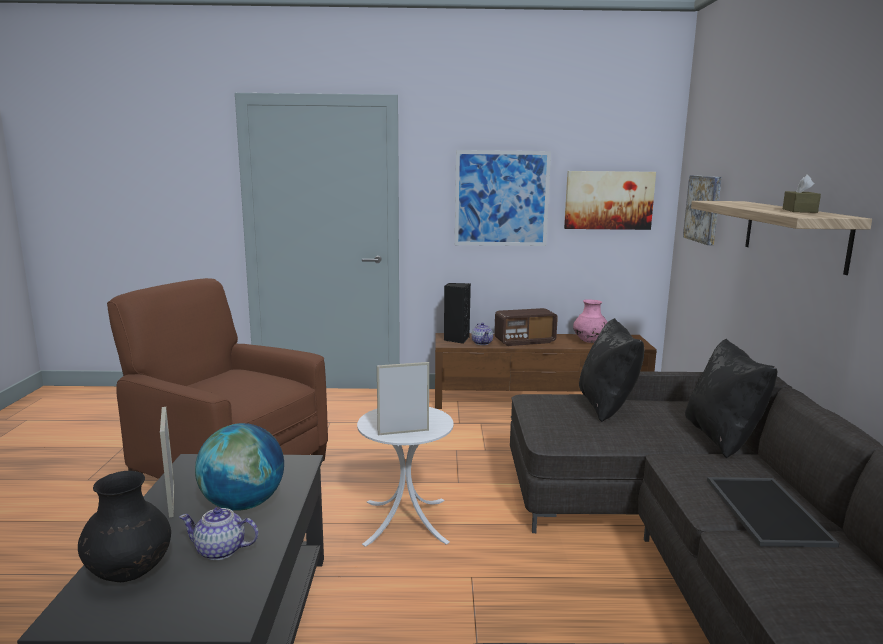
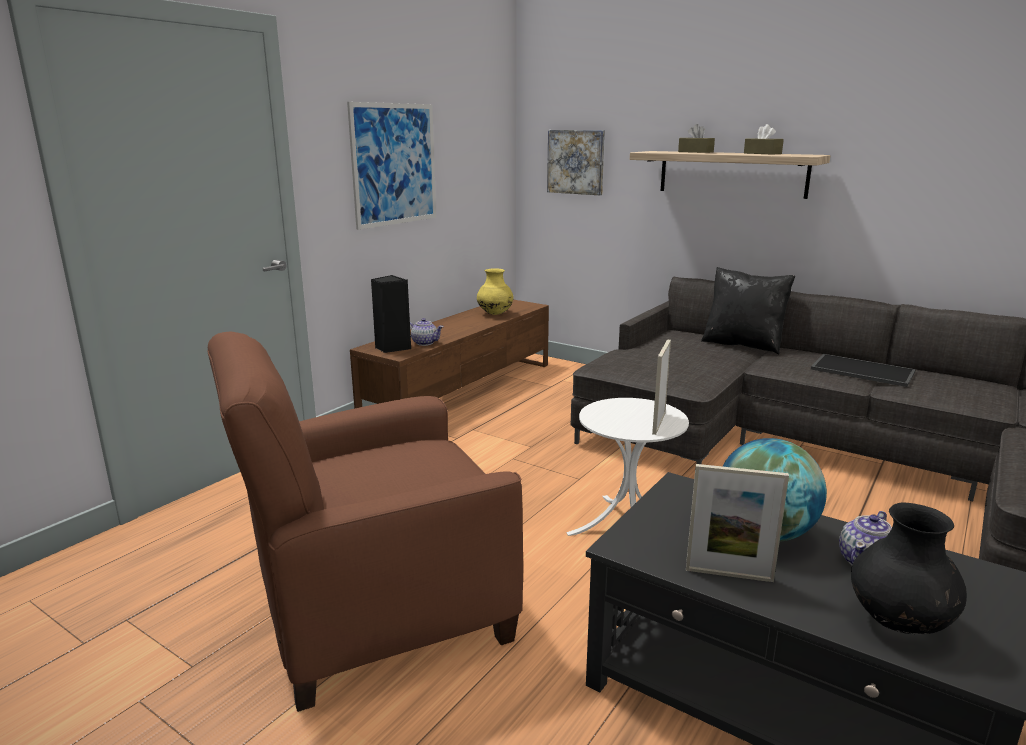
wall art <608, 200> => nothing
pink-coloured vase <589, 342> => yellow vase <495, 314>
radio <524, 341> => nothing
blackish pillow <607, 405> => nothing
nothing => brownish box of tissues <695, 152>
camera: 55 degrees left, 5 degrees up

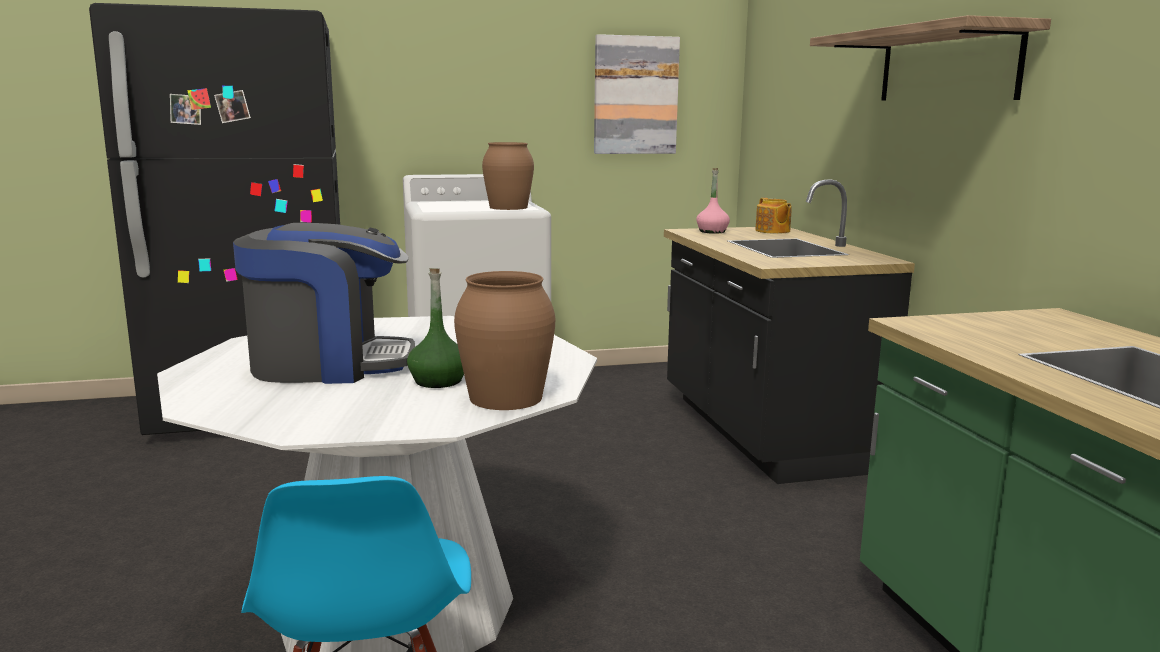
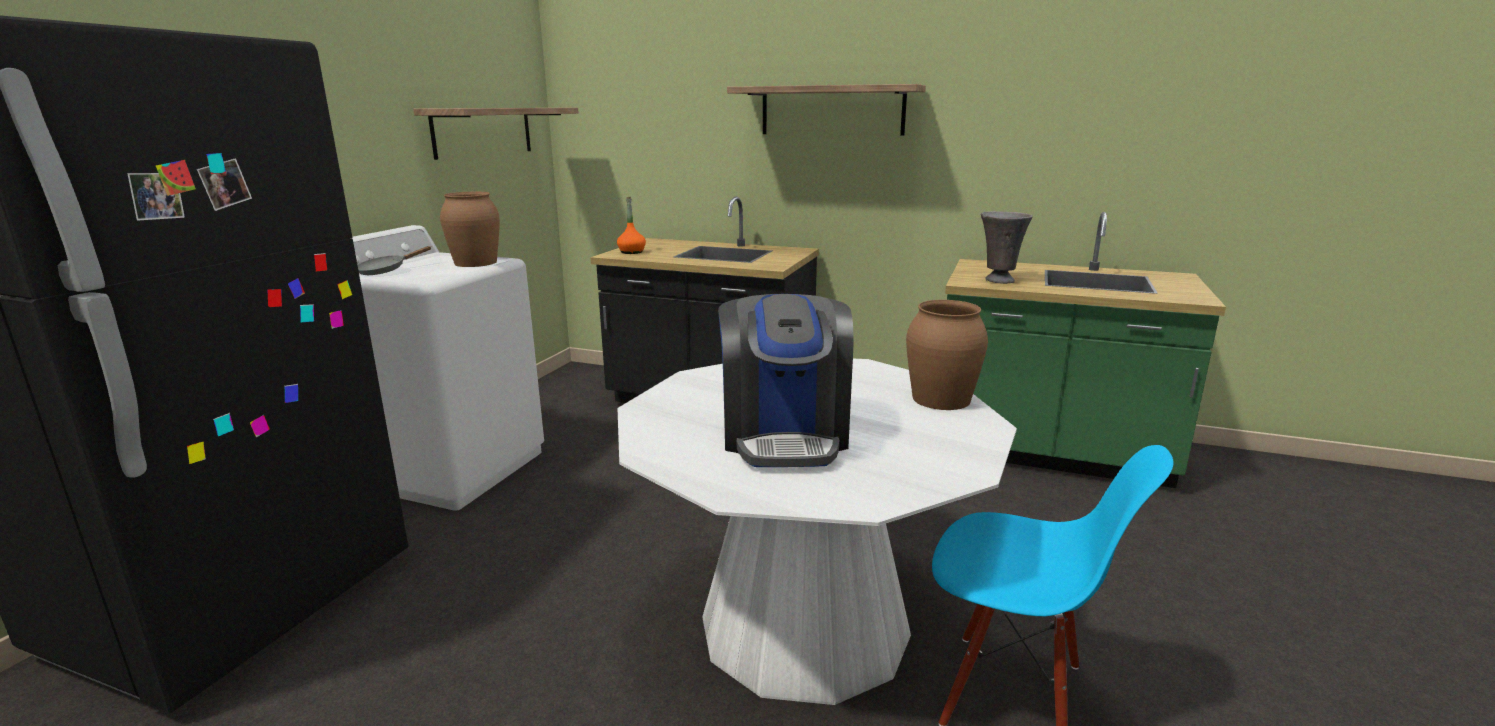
wall art <635, 95> => bracket shelf <483, 131>
pink-coloured drink bottle <712, 231> => orange drink bottle <631, 252>
pot for tea <772, 231> => nothing
coffee maker <329, 364> => coffee maker <785, 435>, 150 degrees clockwise
green-coloured drink bottle <438, 381> => nothing
nothing => gray vase <998, 280>
nothing => gray pan <386, 271>
camera: 55 degrees left, 5 degrees up

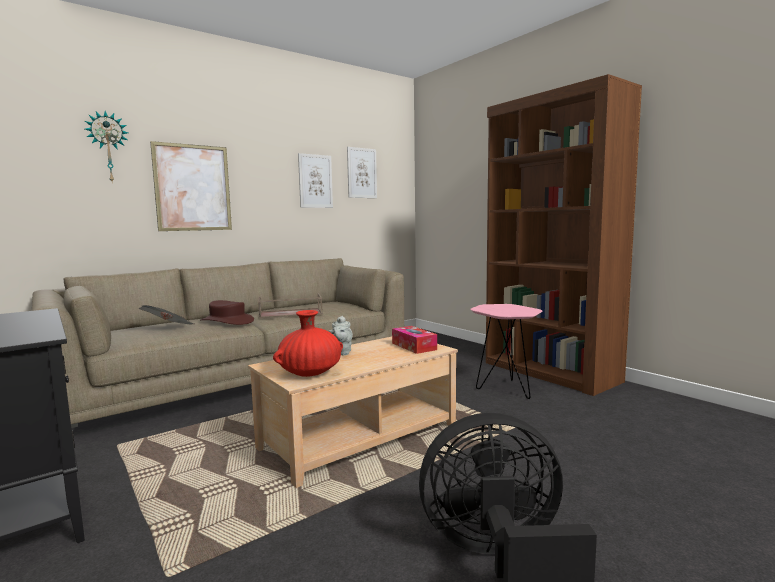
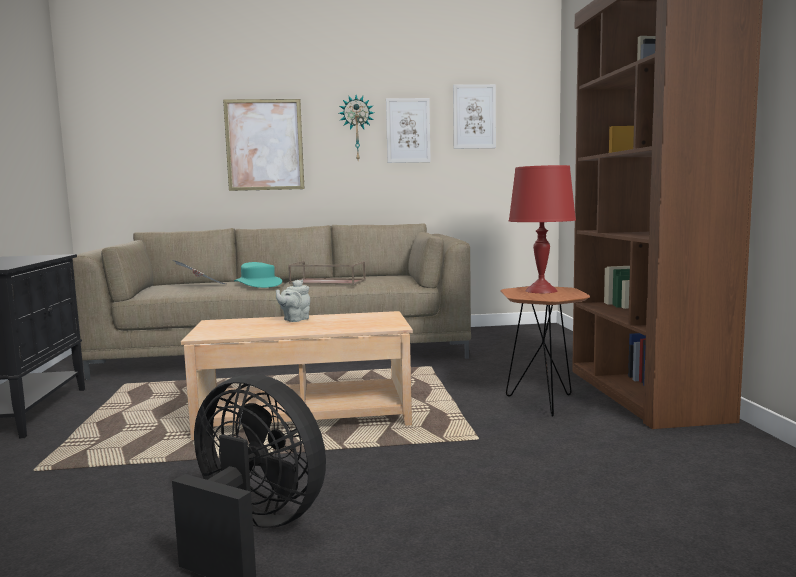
hanging clock <108, 147> => hanging clock <356, 128>, moved
brownish wearable hat <227, 321> => turquoise wearable hat <258, 284>
pink-coloured accent table <504, 388> => brownish accent table <542, 401>
reddish vase <310, 373> => nothing
box of tissues <414, 346> => nothing
nothing => reddish table lamp <541, 290>
camera: 30 degrees right, 0 degrees up

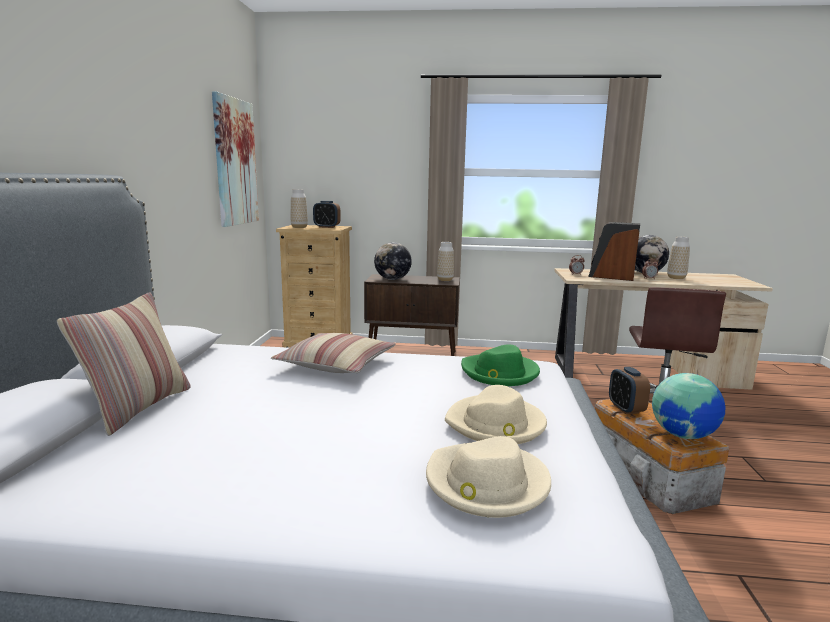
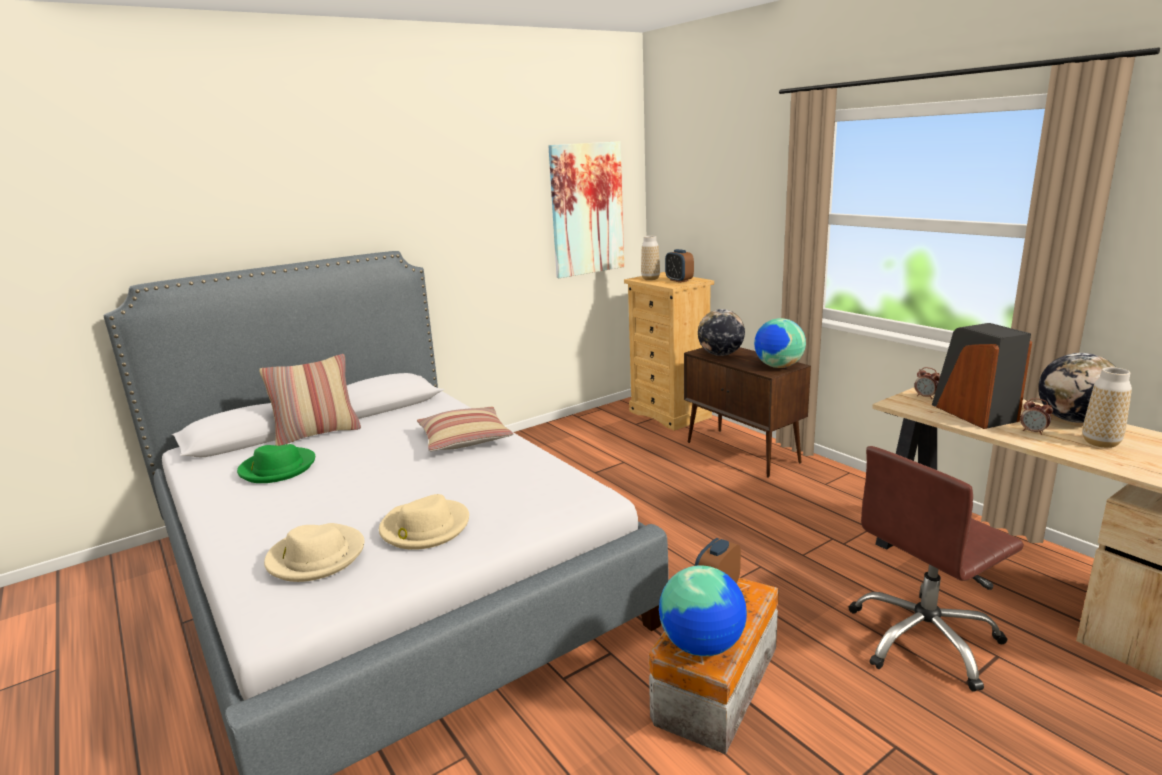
vase <445, 280> => desk globe <778, 366>
green-coloured wearable hat <499, 373> => green-coloured wearable hat <277, 468>, moved
camera: 50 degrees right, 5 degrees up

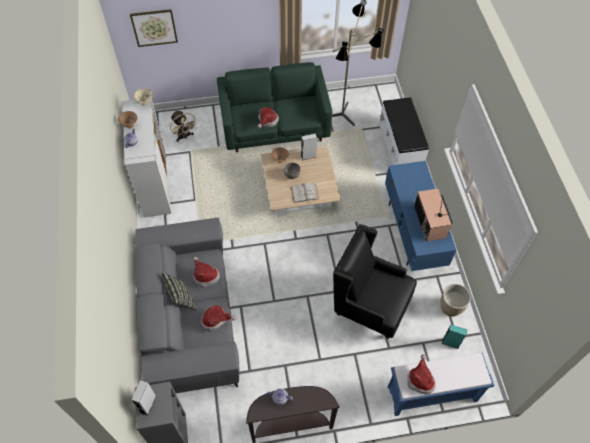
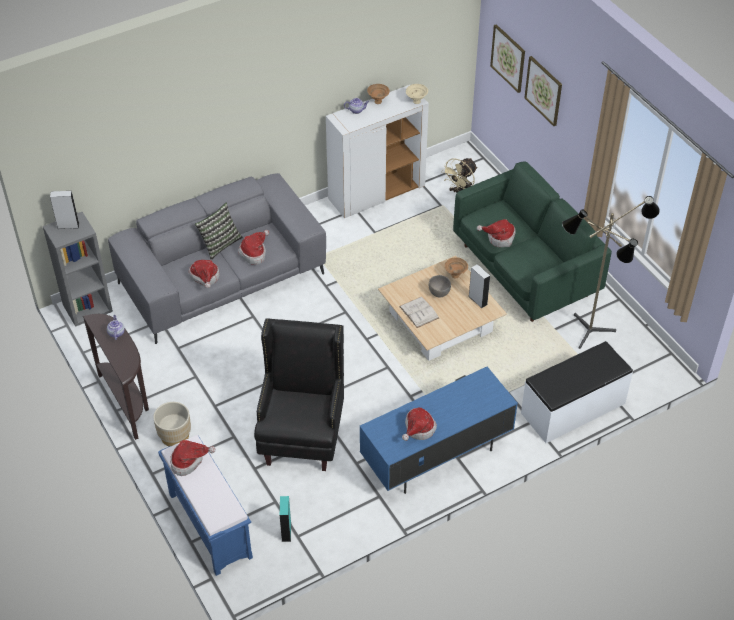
television <430, 222> => wearable hat <418, 429>
beige-coloured flower pot <451, 306> => beige-coloured flower pot <174, 436>, moved
nothing => wall art <544, 90>
camera: 70 degrees right, 10 degrees down

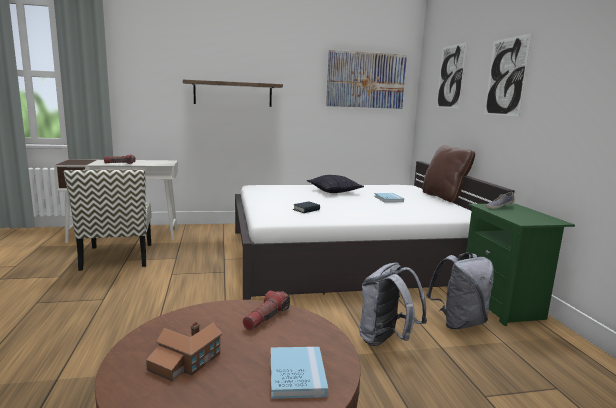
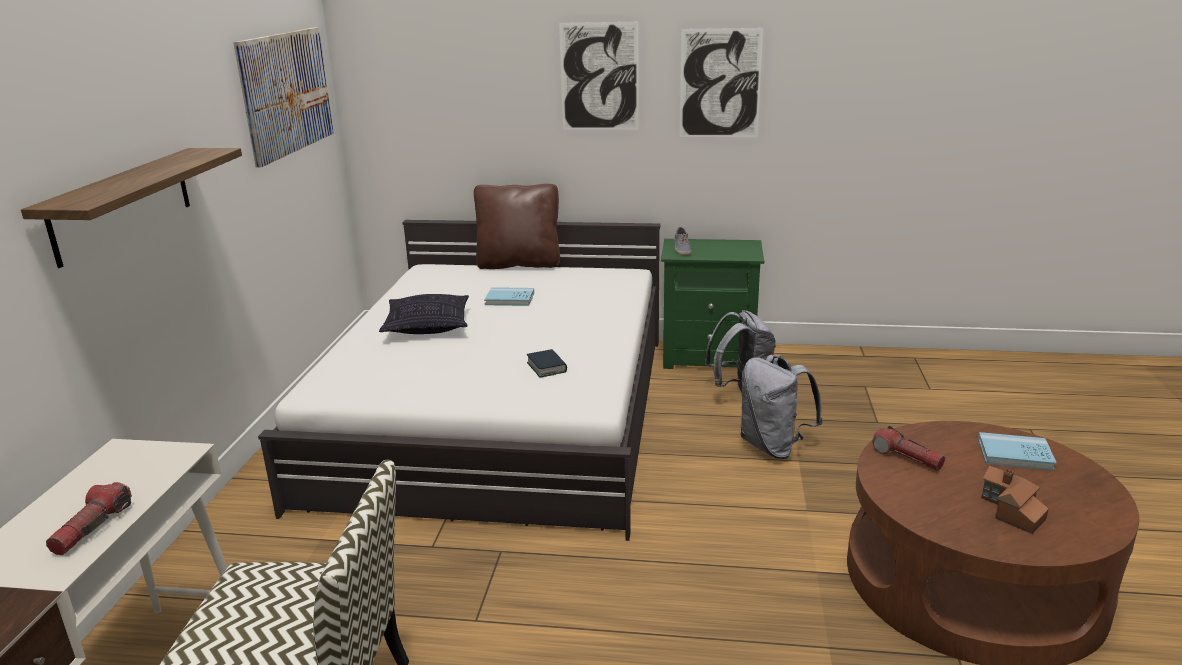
wall art <450, 76> => wall art <720, 84>, moved
camera: 70 degrees left, 10 degrees up

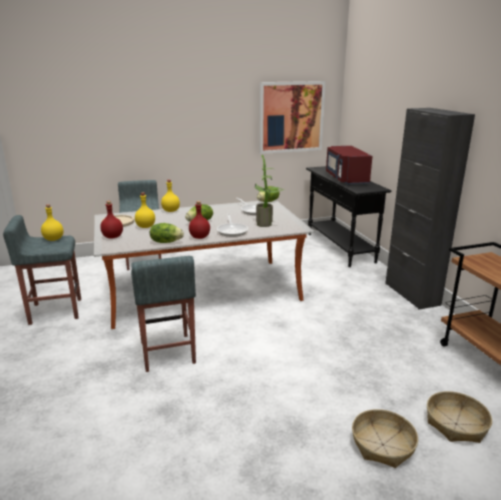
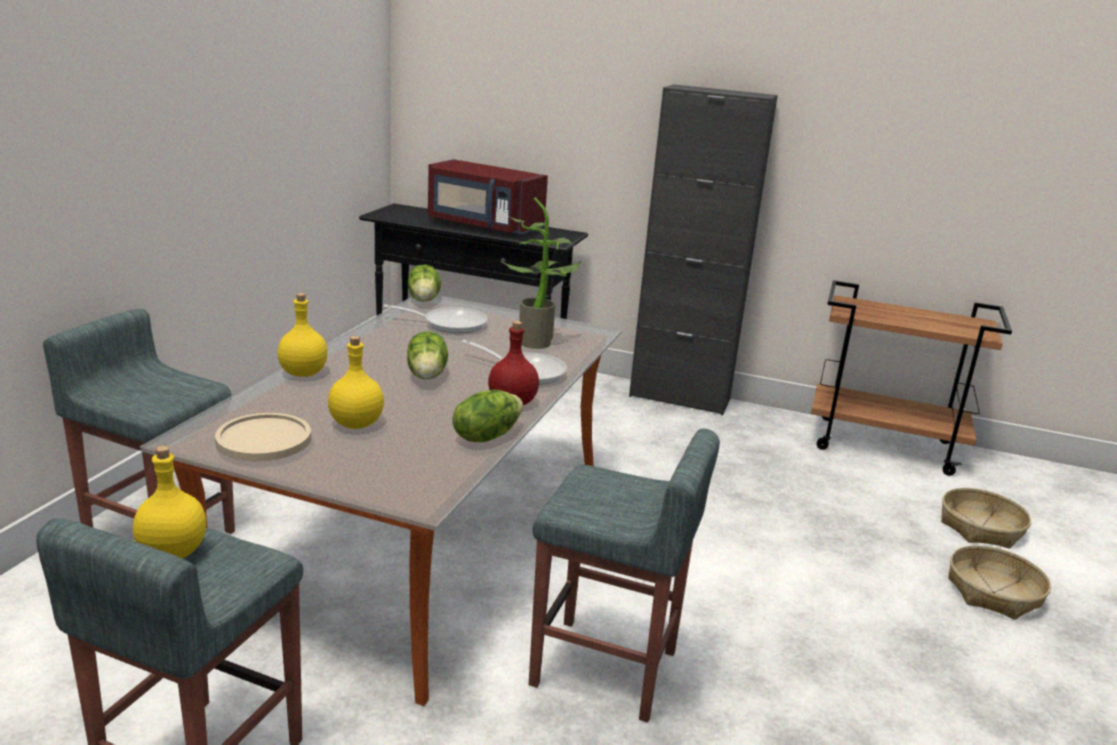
wall art <291, 117> => nothing
reddish drink bottle <113, 237> => nothing
camera: 55 degrees left, 0 degrees up

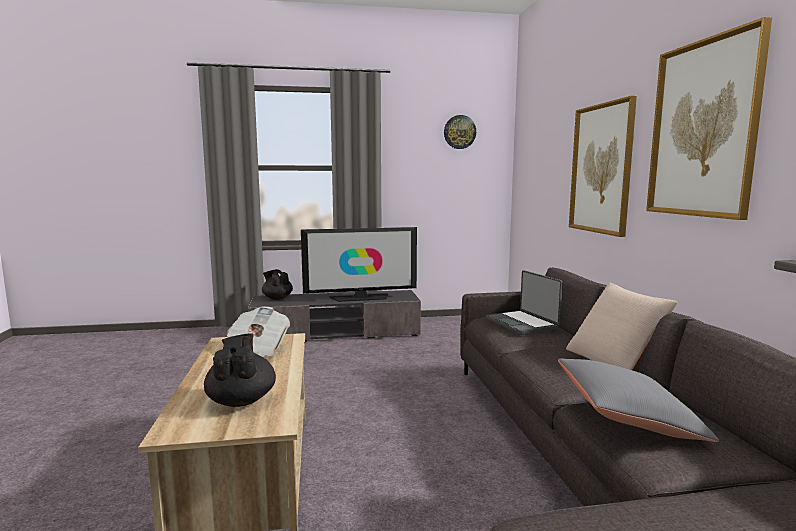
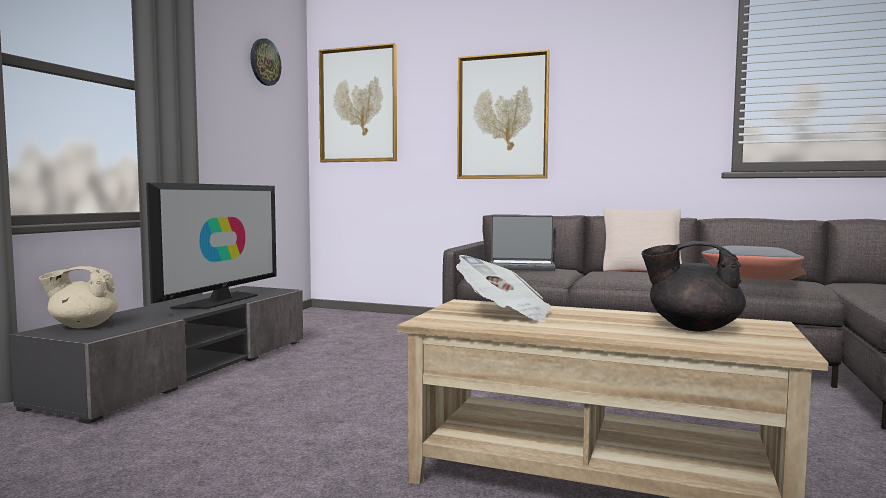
wall art <703, 129> => wall art <358, 105>, moved
blackish pot for tea <277, 298> => beige-coloured pot for tea <83, 326>
camera: 60 degrees left, 5 degrees down

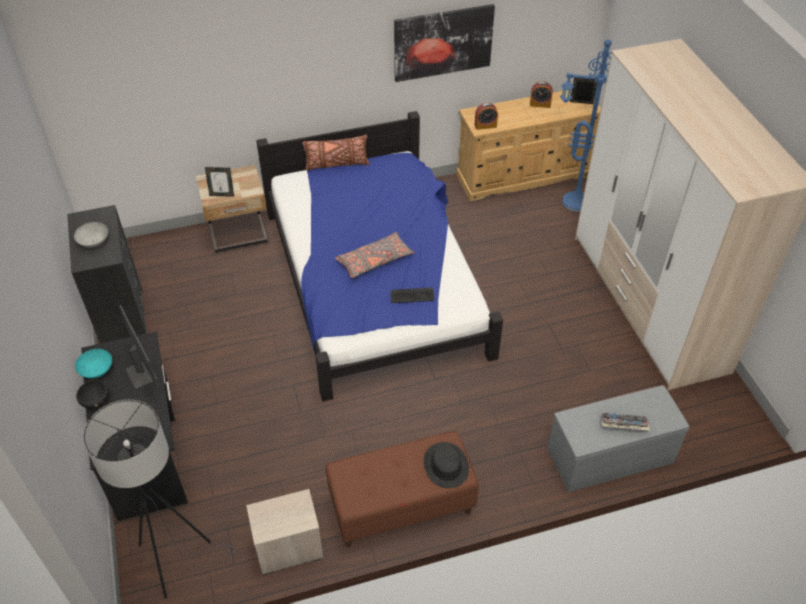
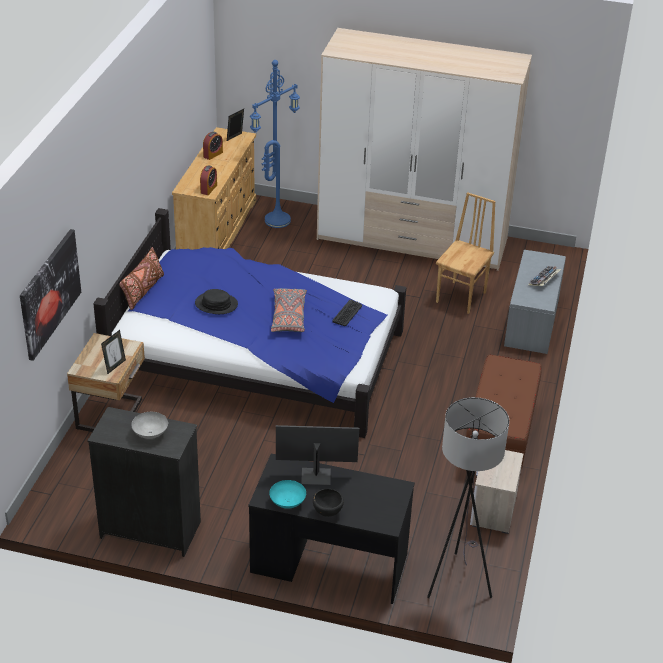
wall art <443, 42> => wall art <49, 293>, moved
blackish wearable hat <445, 465> => blackish wearable hat <216, 304>, moved
nothing => brownish plain chair <462, 297>
camera: 60 degrees left, 10 degrees down

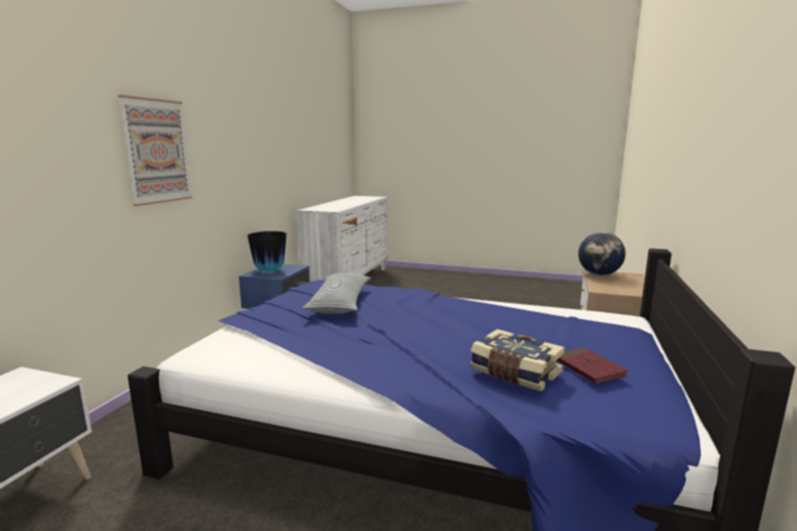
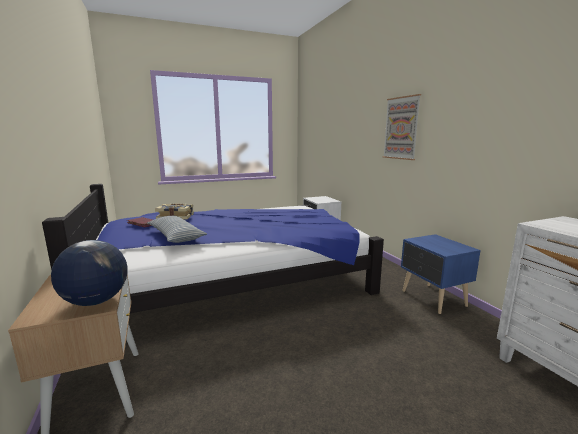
vase <269, 271> => nothing
pillow <340, 303> => pillow <176, 236>, moved
camera: 140 degrees right, 0 degrees up

